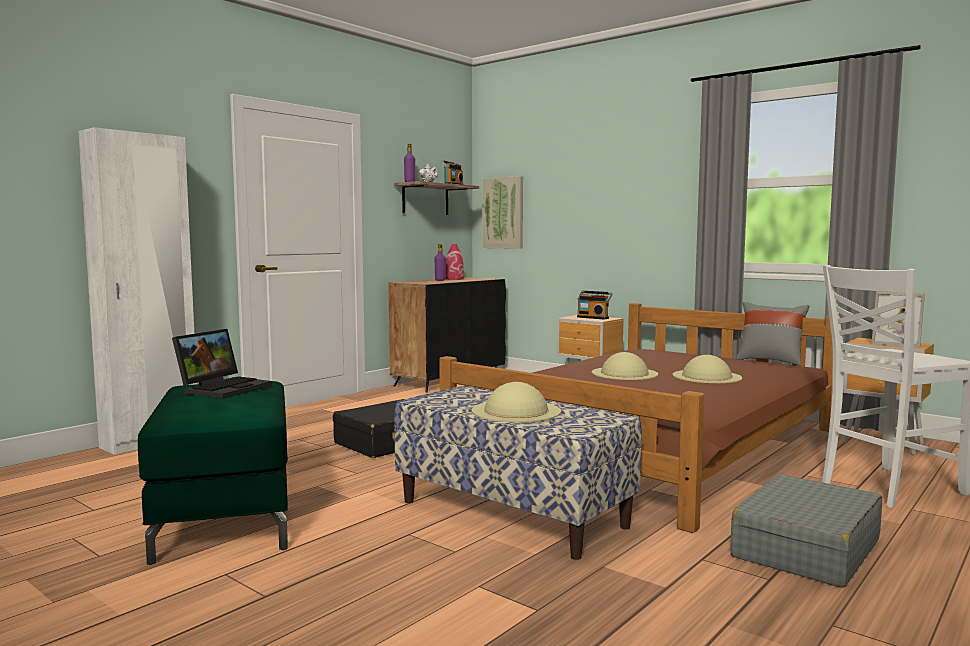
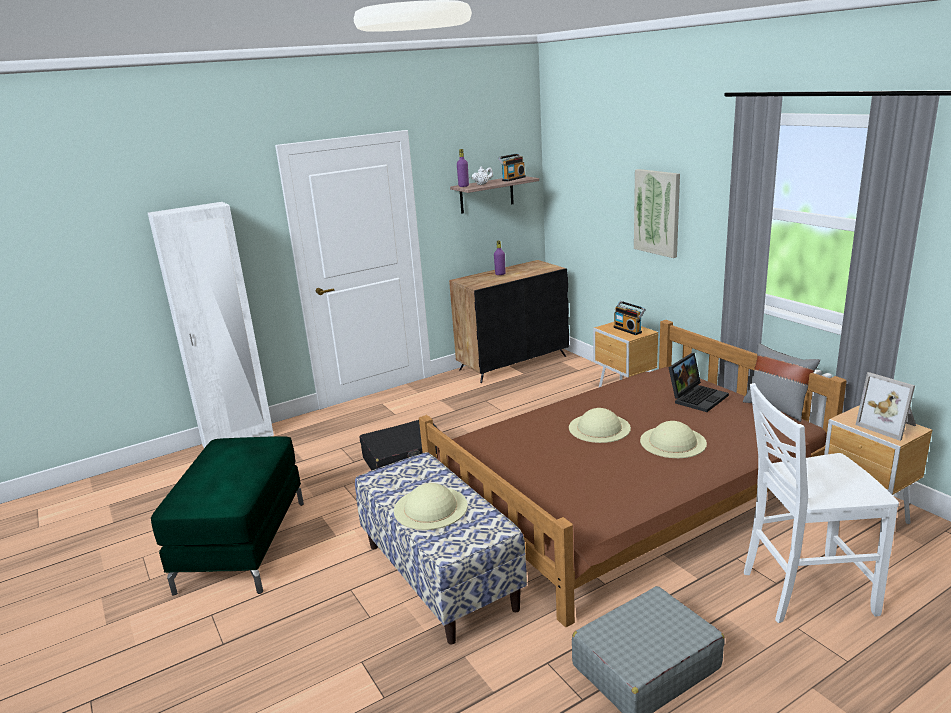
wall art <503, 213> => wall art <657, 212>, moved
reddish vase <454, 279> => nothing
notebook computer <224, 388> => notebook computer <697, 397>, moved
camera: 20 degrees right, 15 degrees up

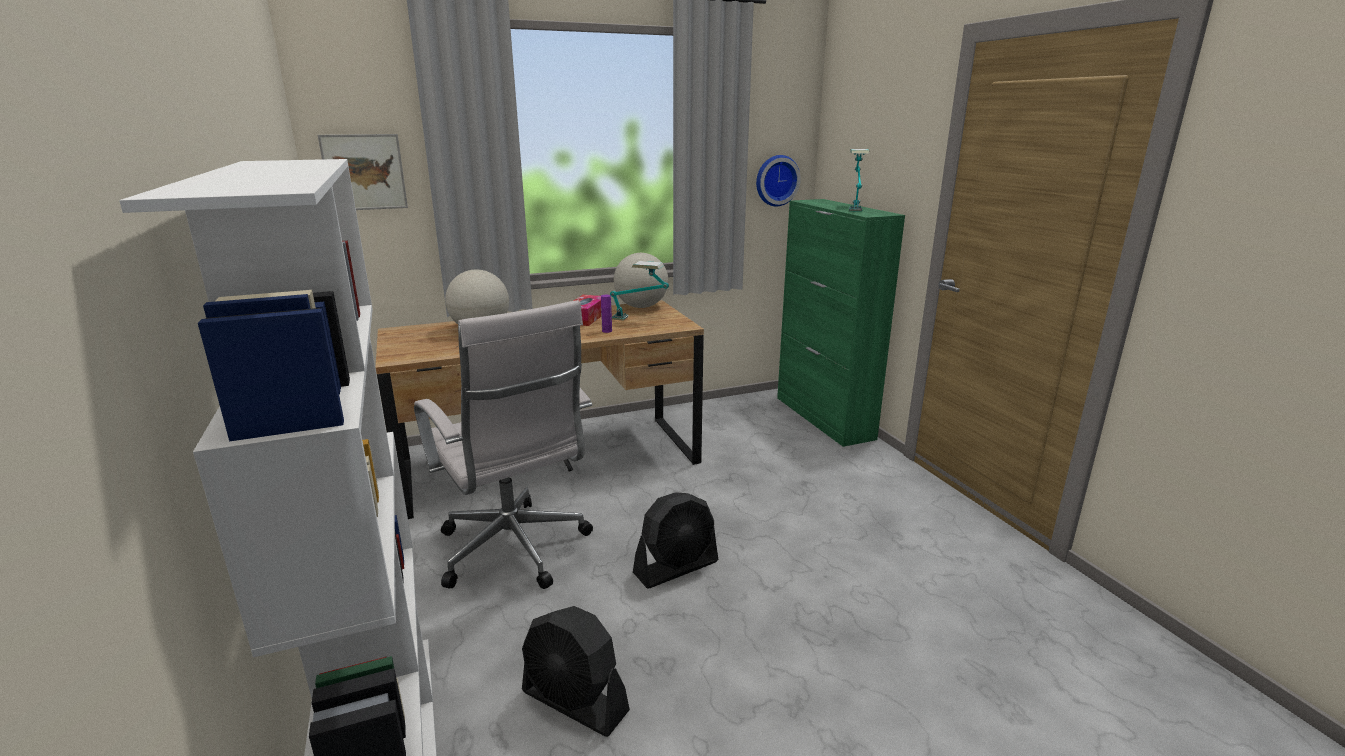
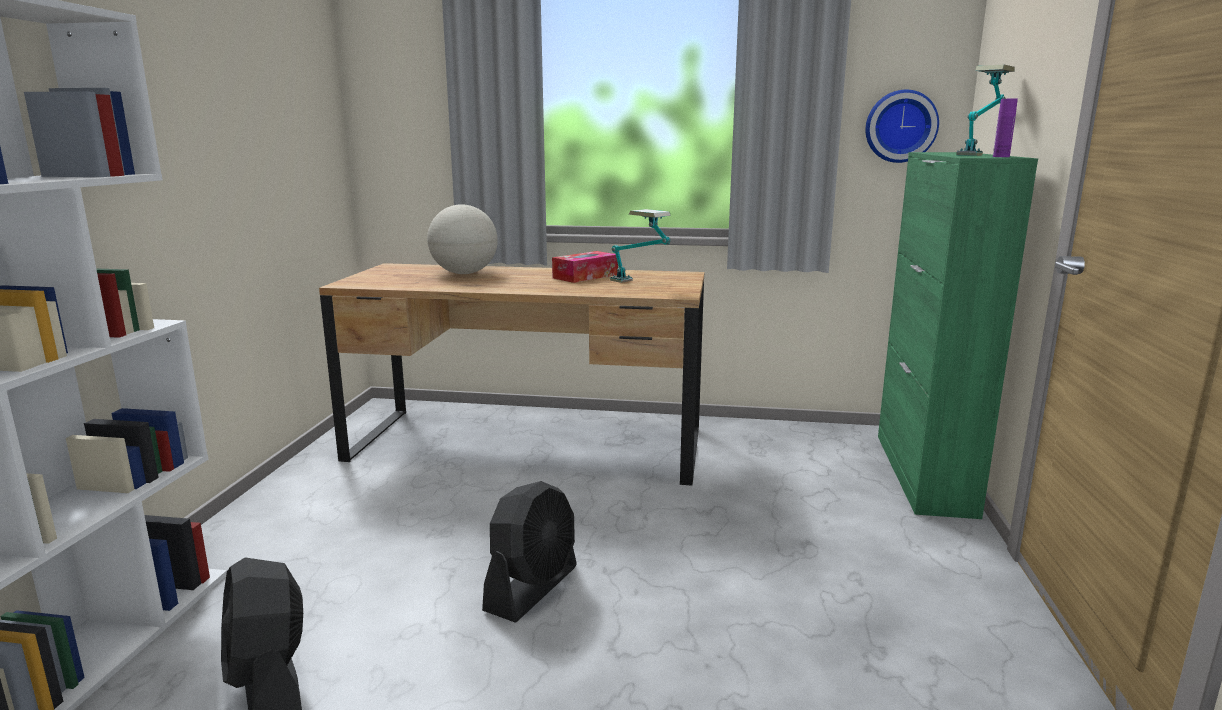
wall art <364, 172> => nothing
desk globe <641, 306> => nothing
purple-coloured drink bottle <607, 331> => purple-coloured drink bottle <1001, 157>, moved
whitish desk chair <515, 551> => nothing
blackish electric fan <676, 567> => blackish electric fan <532, 588>, 60 degrees counterclockwise
camera: 30 degrees right, 5 degrees down

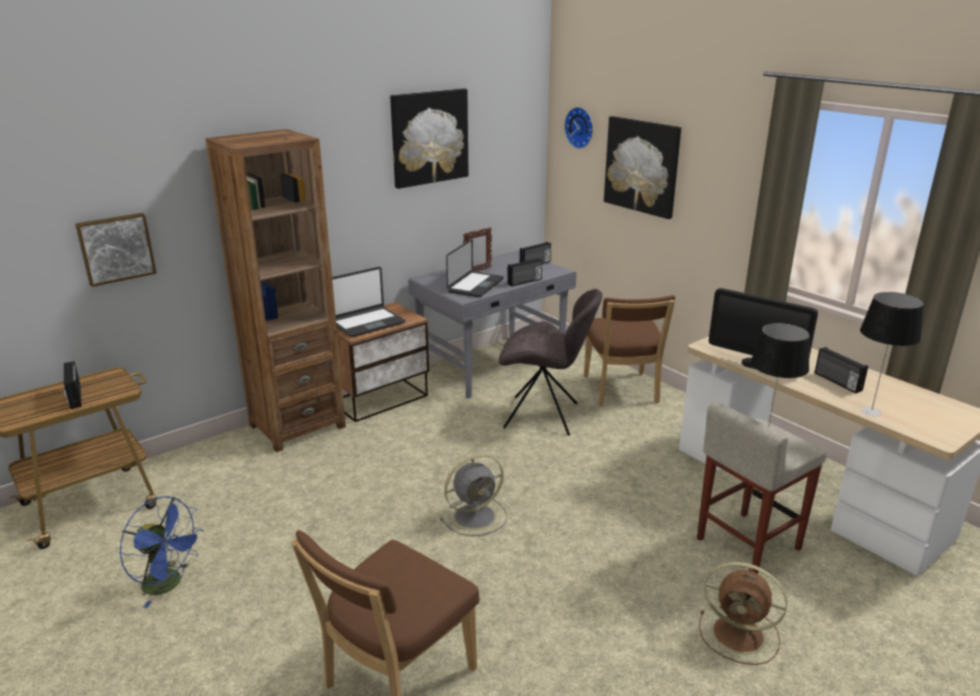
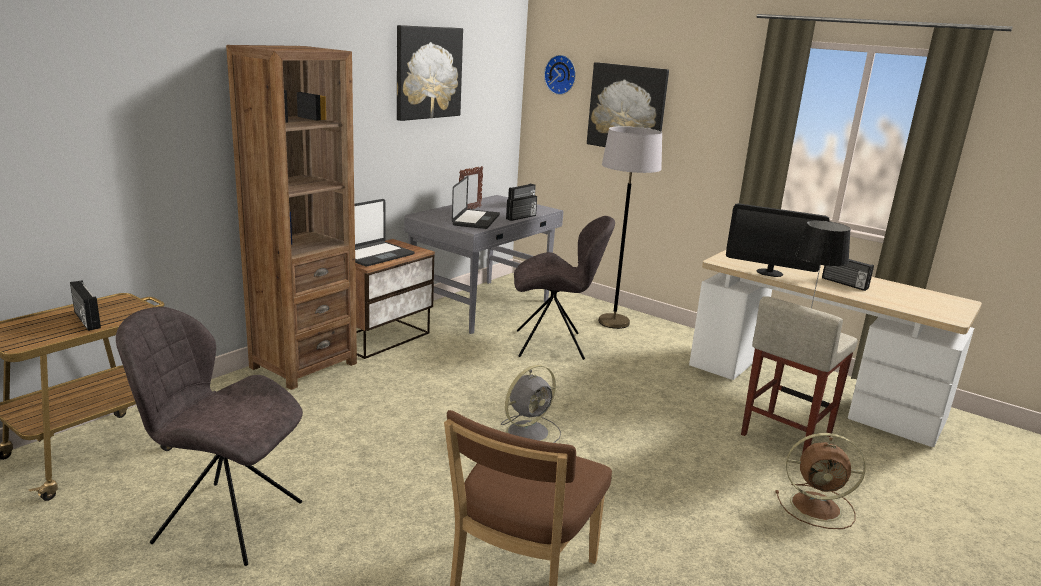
wall art <116, 248> => nothing
table lamp <871, 411> => nothing
brownish plain chair <621, 391> => gray standing lamp <613, 322>
blue-coloured electric fan <169, 584> => gray plain chair <224, 521>
camera: 15 degrees left, 5 degrees down

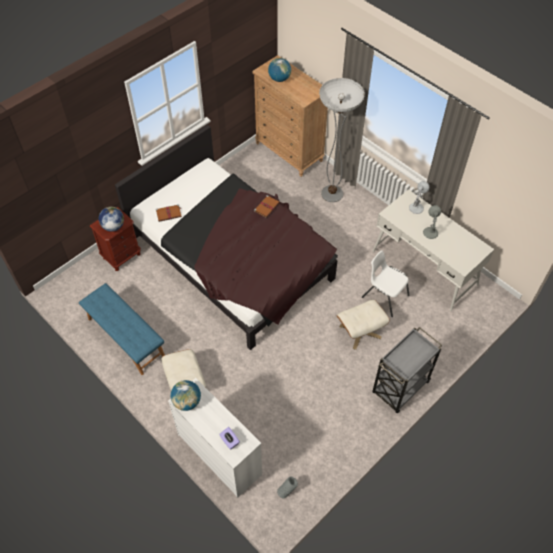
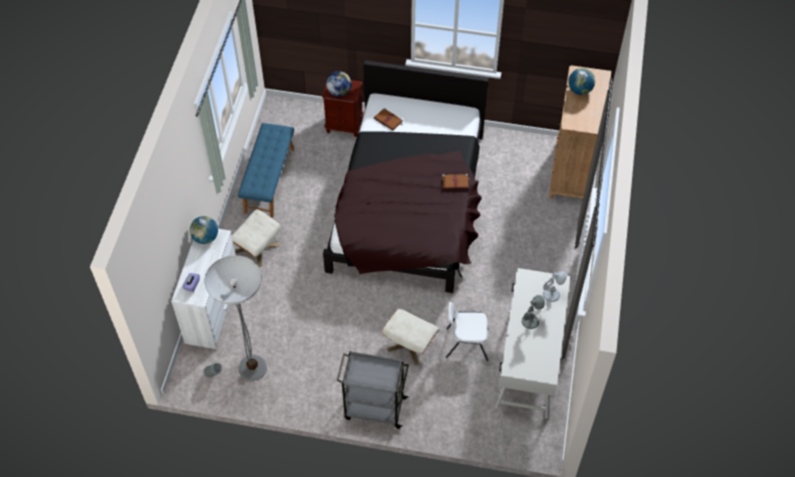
standing lamp <332, 193> => standing lamp <252, 368>, moved
whitish plain chair <384, 296> => whitish plain chair <466, 343>, 90 degrees counterclockwise
camera: 55 degrees right, 0 degrees up

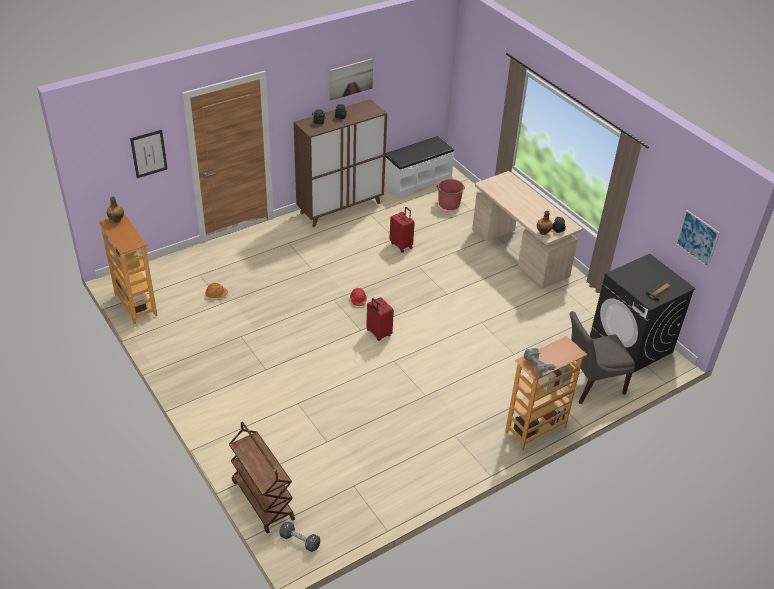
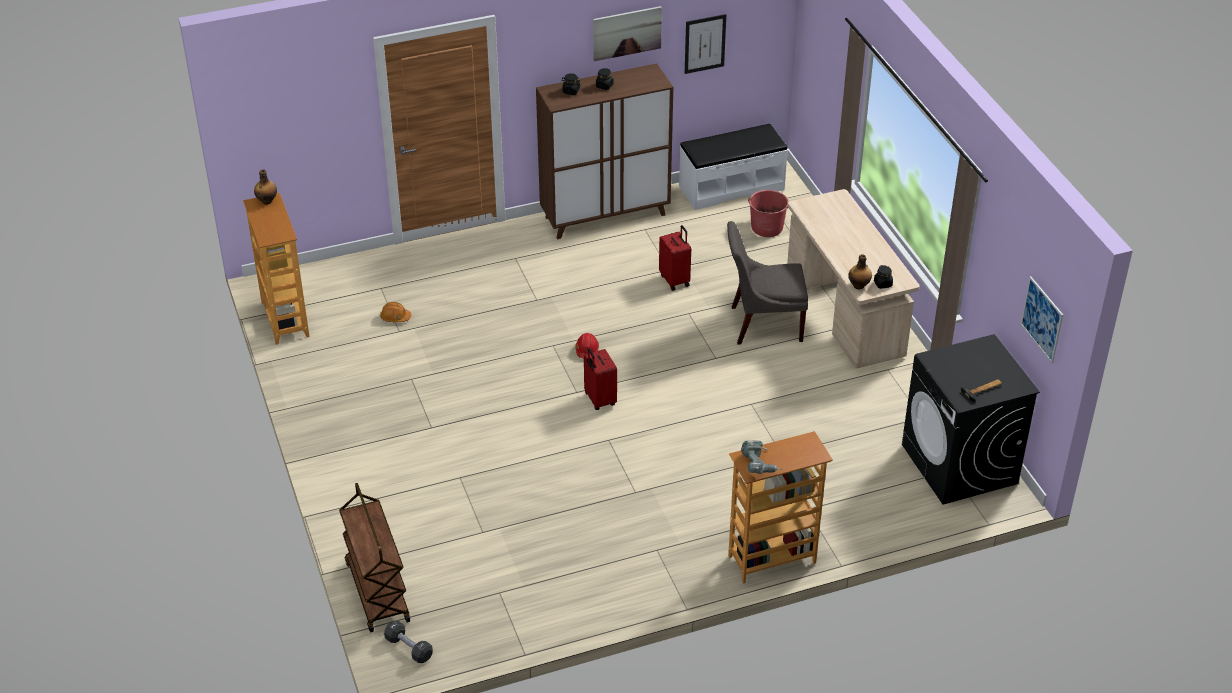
wall art <149, 153> => wall art <705, 43>, moved
gray plain chair <589, 383> => gray plain chair <762, 324>, moved
camera: 15 degrees right, 0 degrees up

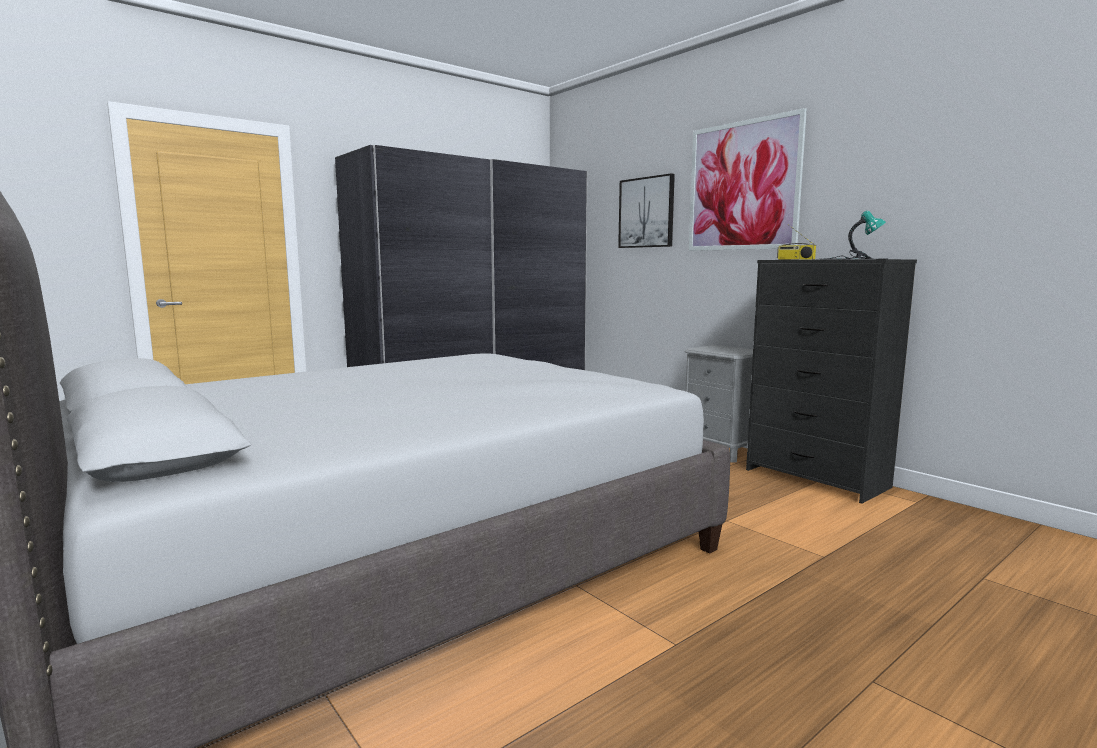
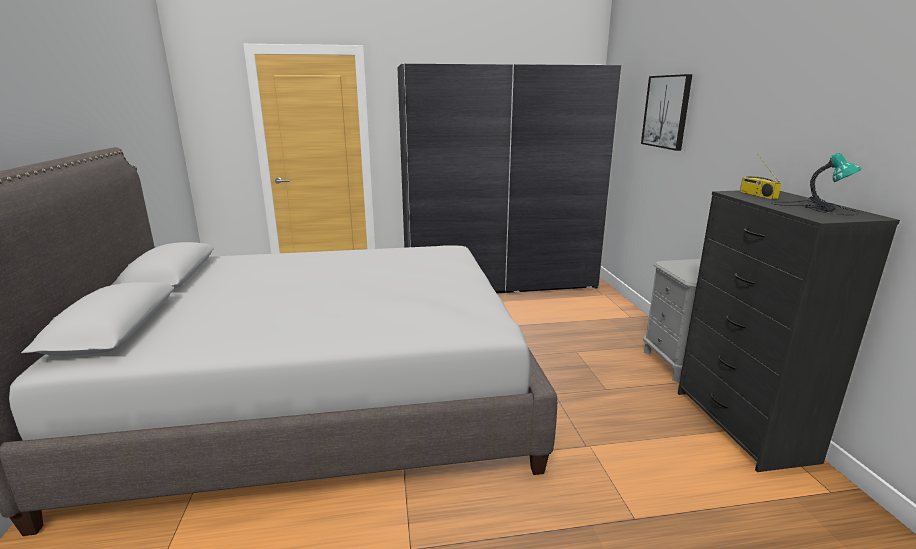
wall art <743, 186> => nothing
camera: 30 degrees right, 10 degrees up

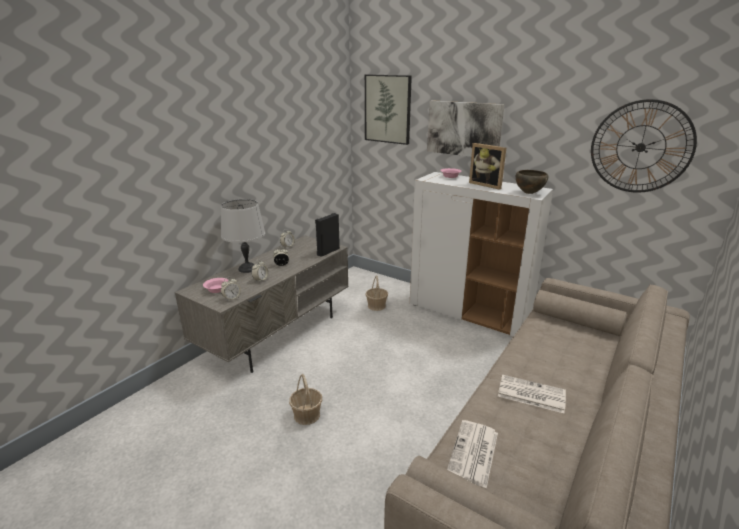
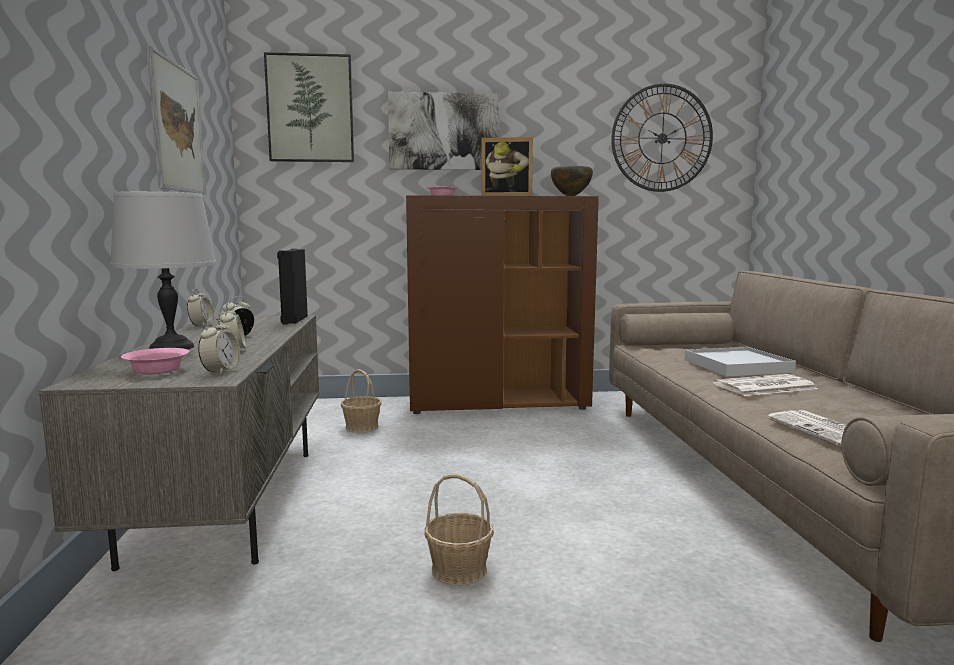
whitish cabinet <469, 313> => brownish cabinet <498, 404>
nothing => wall art <177, 128>
nothing => whitish tray <737, 366>
camera: 40 degrees left, 15 degrees down

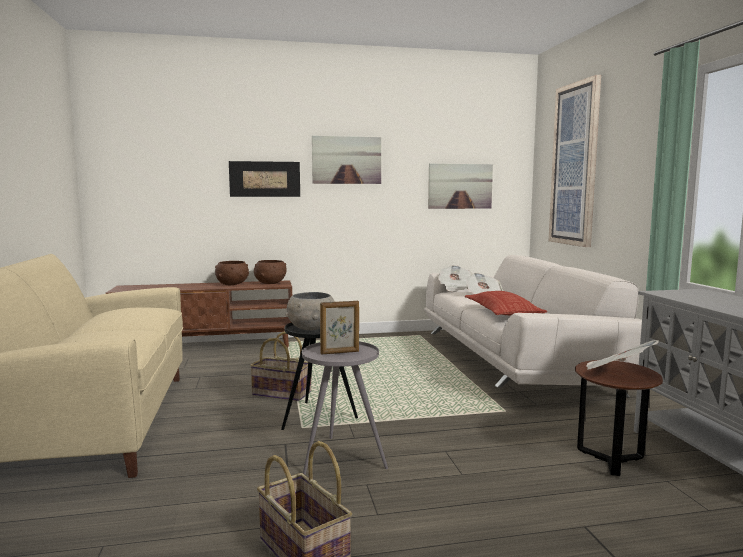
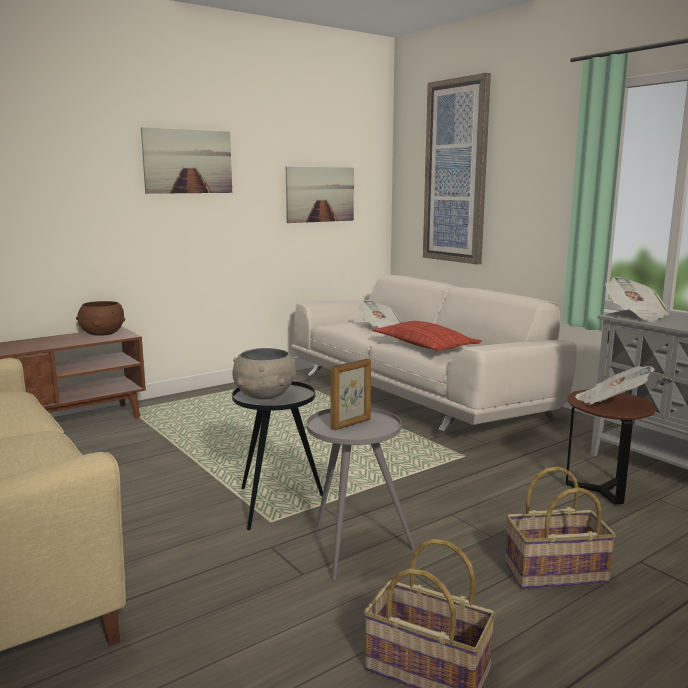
wall art <265, 179> => nothing
brownish bowl <232, 284> => nothing
newspaper <454, 288> => newspaper <635, 315>, moved
basket <281, 394> => basket <555, 574>, moved
camera: 25 degrees left, 5 degrees up

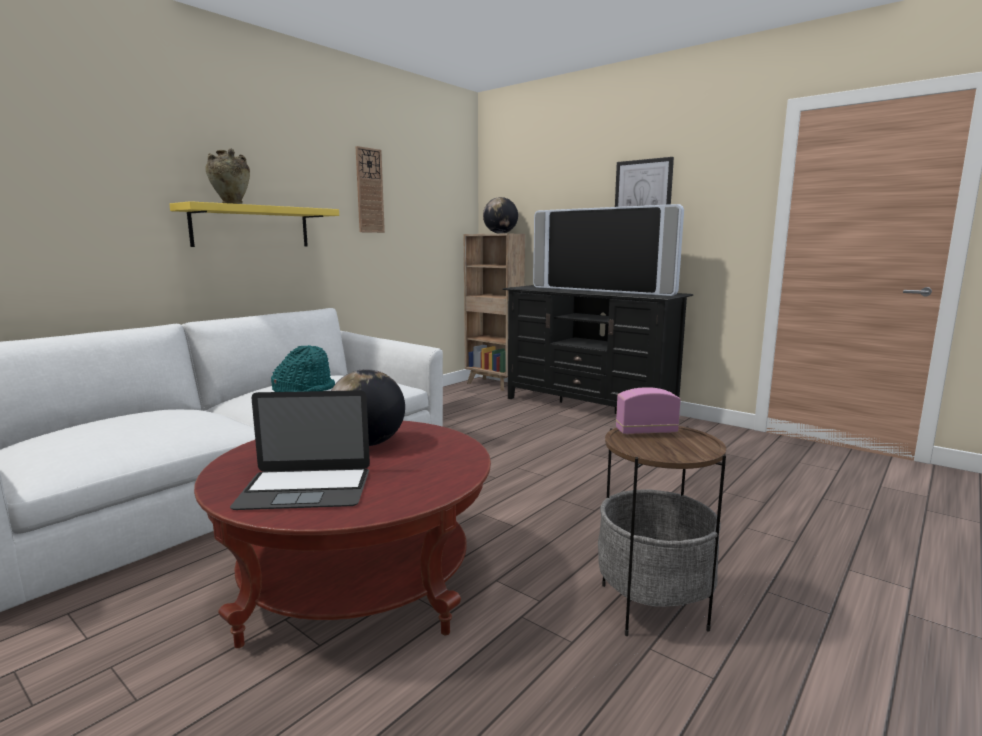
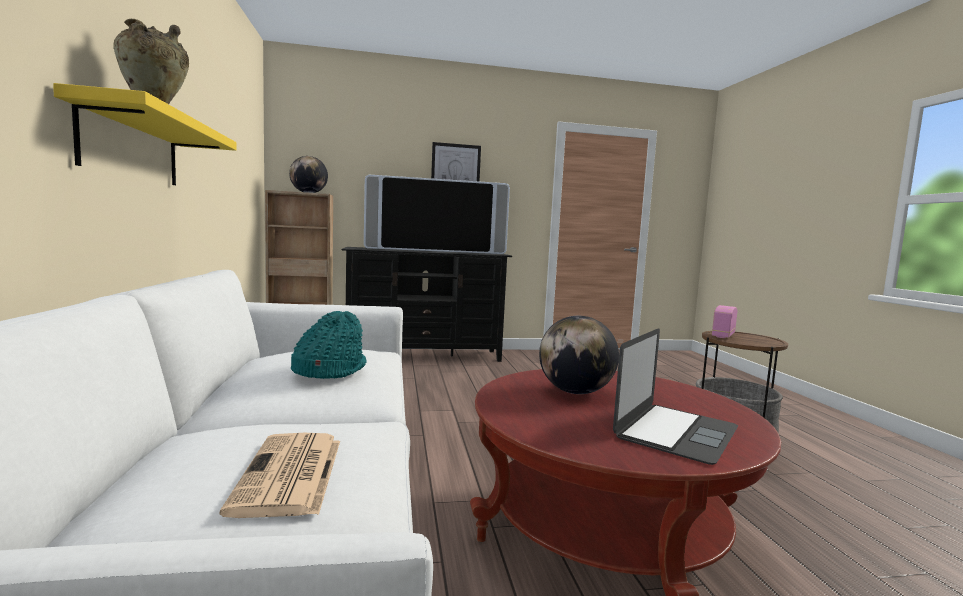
hanging clock <369, 191> => nothing
nothing => newspaper <290, 475>
camera: 50 degrees left, 5 degrees down

